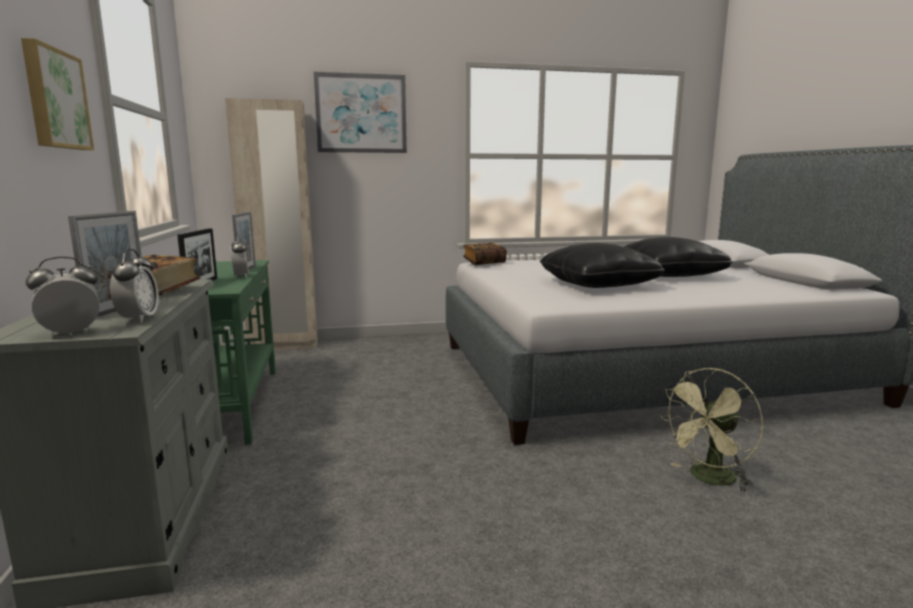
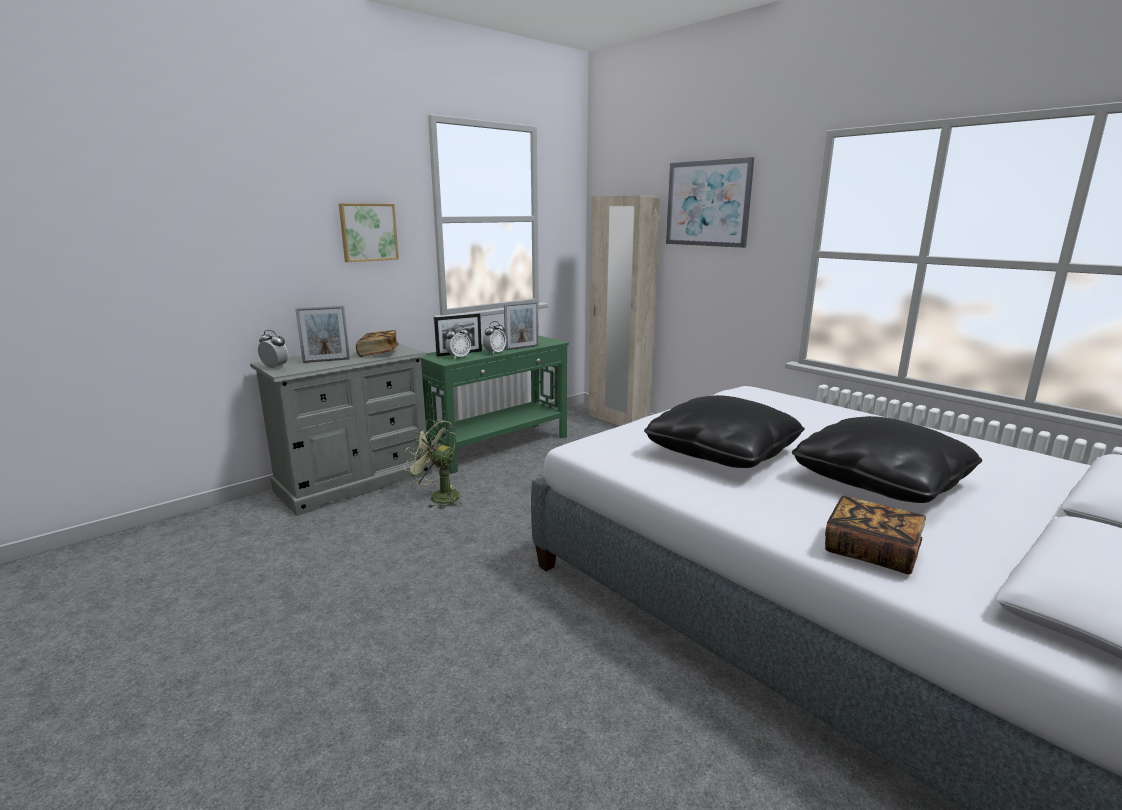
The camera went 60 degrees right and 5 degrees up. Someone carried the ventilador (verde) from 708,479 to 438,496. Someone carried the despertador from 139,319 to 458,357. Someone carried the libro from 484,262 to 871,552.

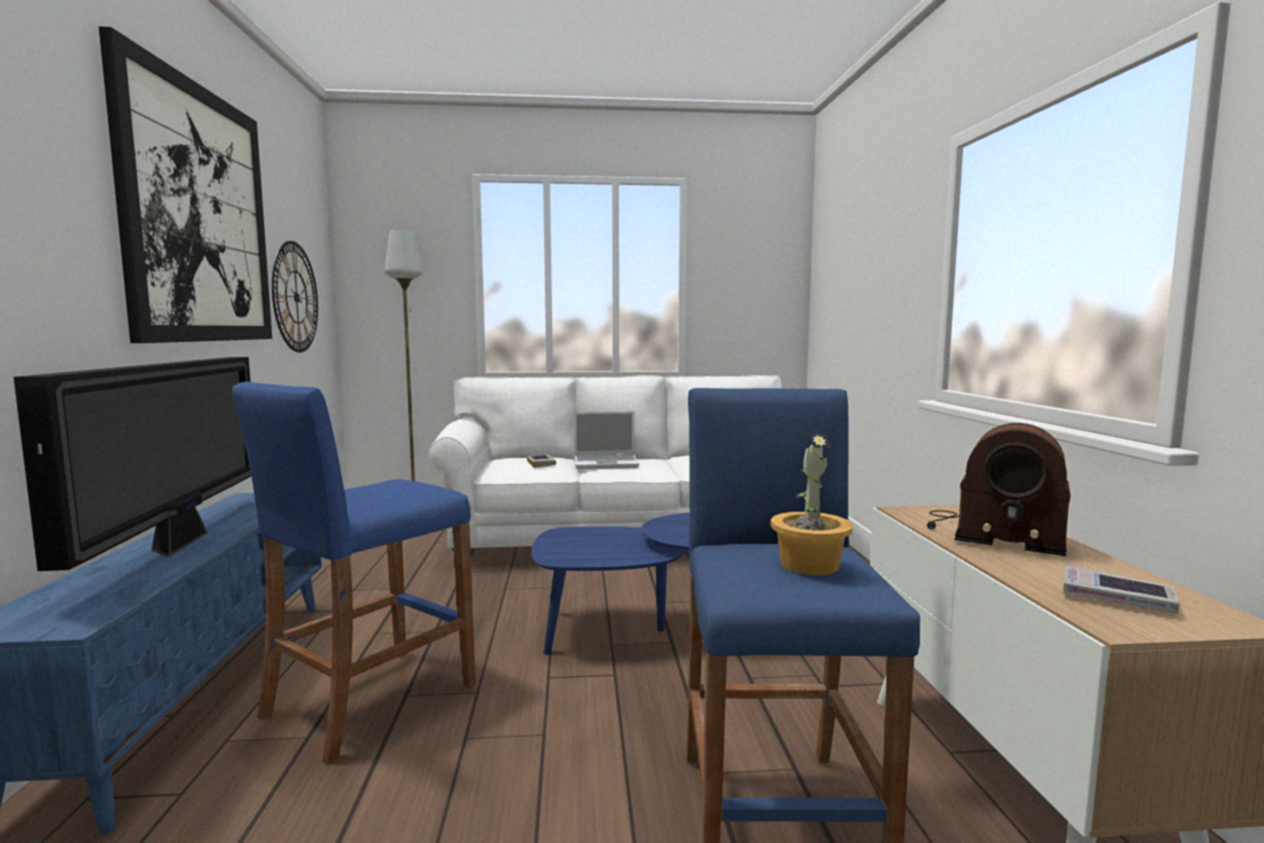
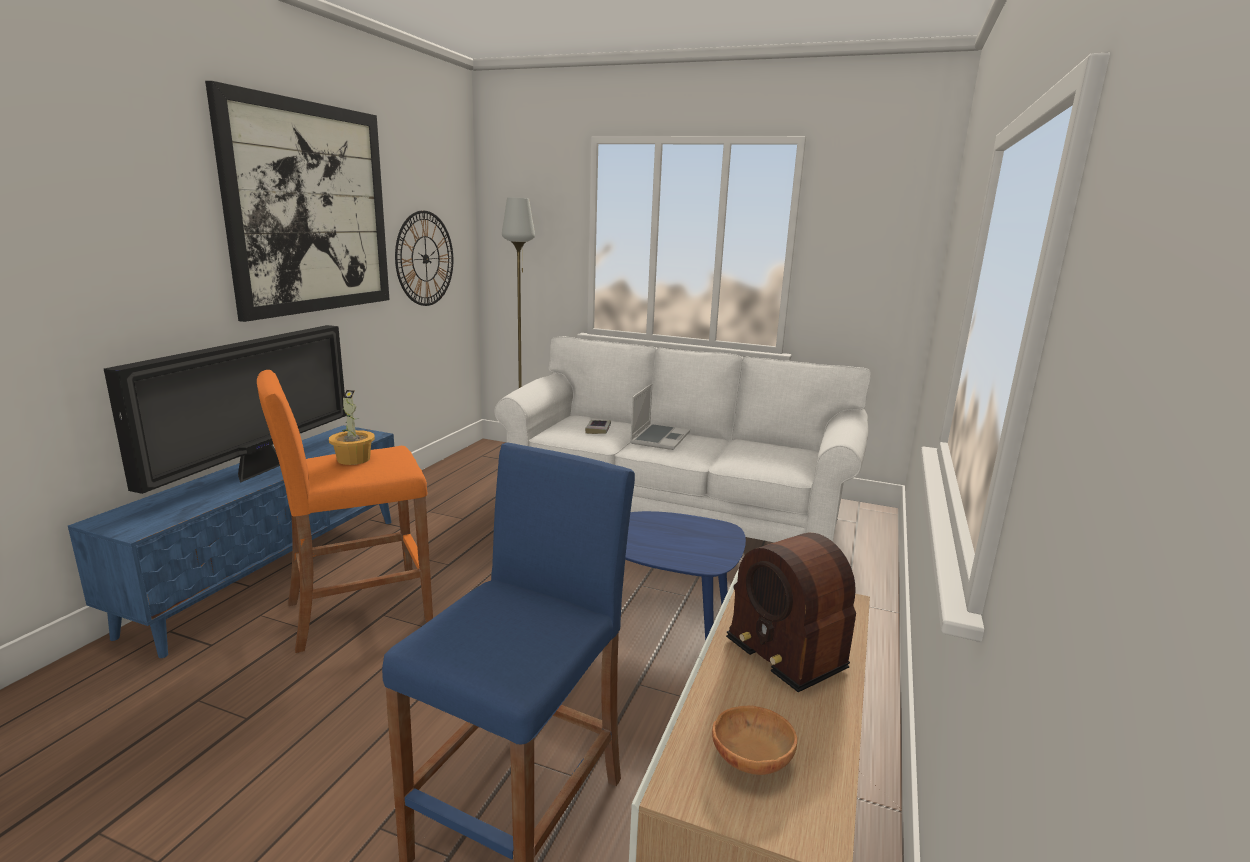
The camera went 25 degrees right and 10 degrees up. Someone repainted the taburete (azul) at 369,700, which became the taburete (naranja) at 358,611. Someone carried the planta en maceta from 809,564 to 354,459. Someone rotated the portátil at 606,463 by 90 degrees counterclockwise. Someone swapped the libro at 1116,598 for the cuenco (marrón) at 750,759.

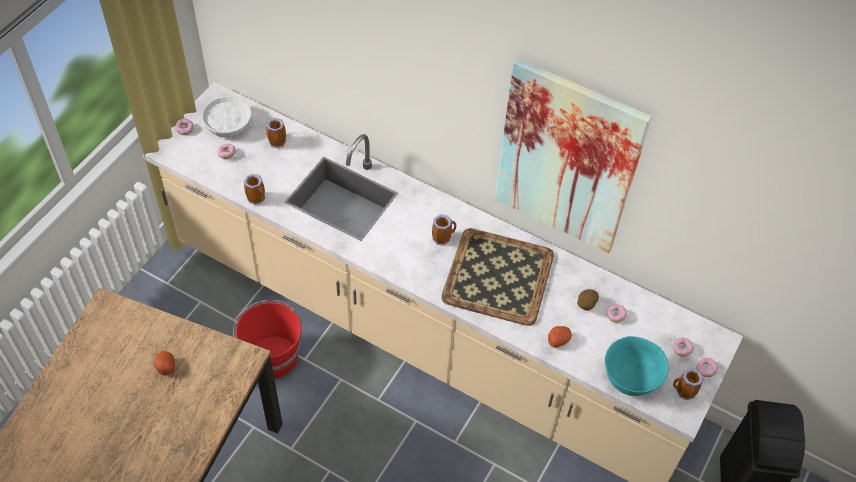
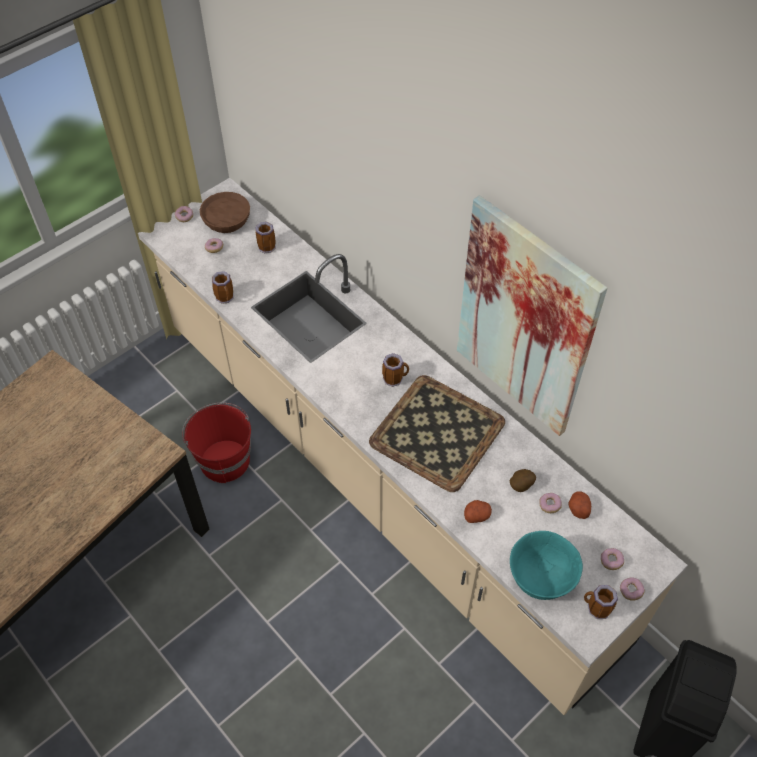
The camera went 20 degrees right and 0 degrees up. Someone repainted the cuenco (blanco) at 228,124, which became the cuenco (marrón) at 227,220. Someone carried the patata from 165,366 to 578,508.

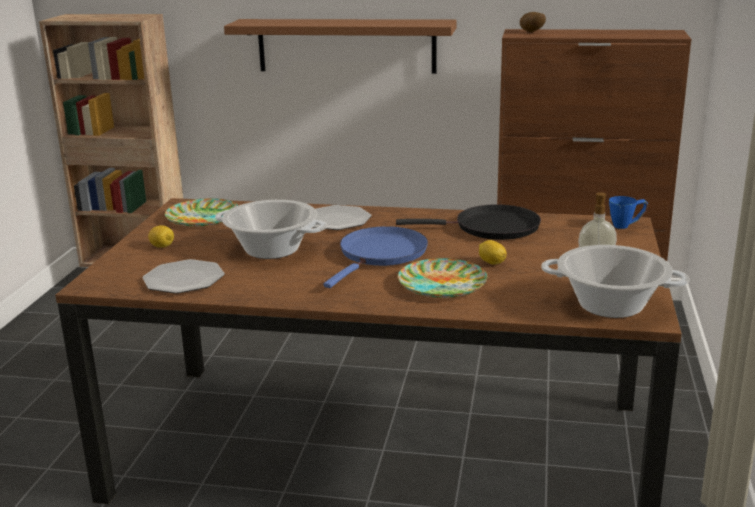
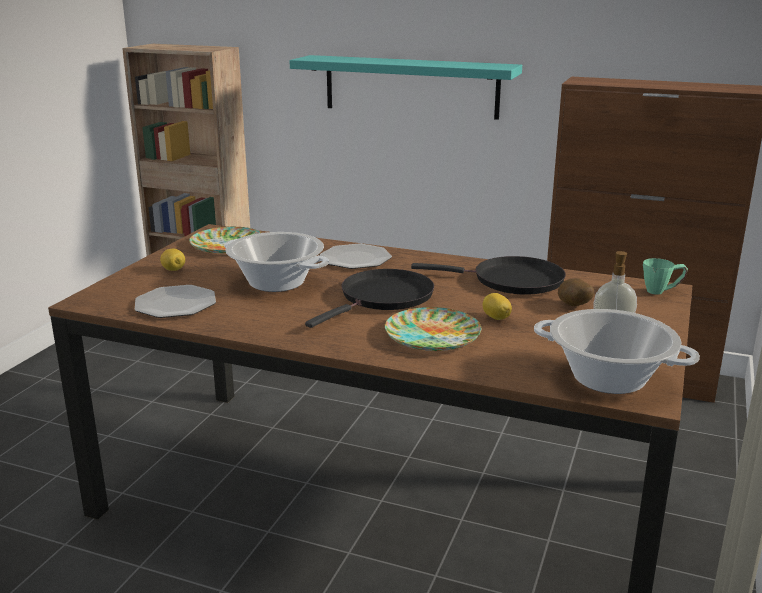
The camera went 10 degrees right and 0 degrees up. Someone repainted the estante (marrón) at 346,45, which became the estante (turquesa) at 410,86. Someone repainted the sartén (azul) at 381,254, which became the sartén (negro) at 383,298. Someone carried the patata from 531,32 to 573,306. Someone repainted the taza grande (azul) at 626,225, which became the taza grande (verde) at 662,291.

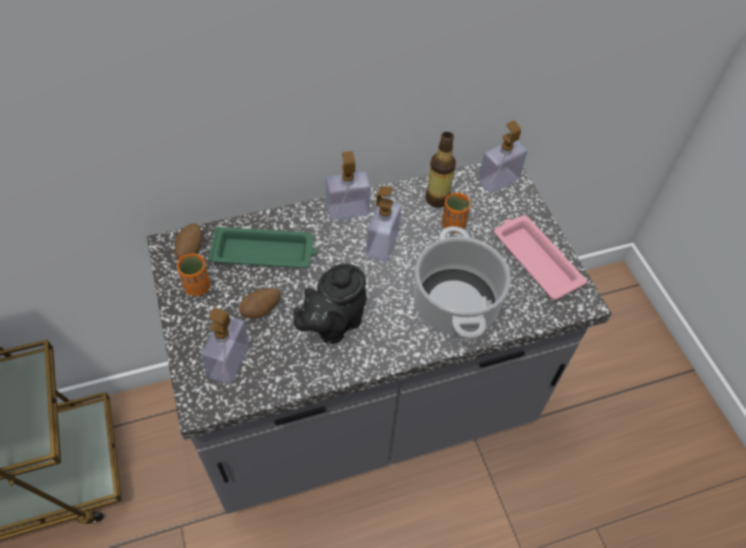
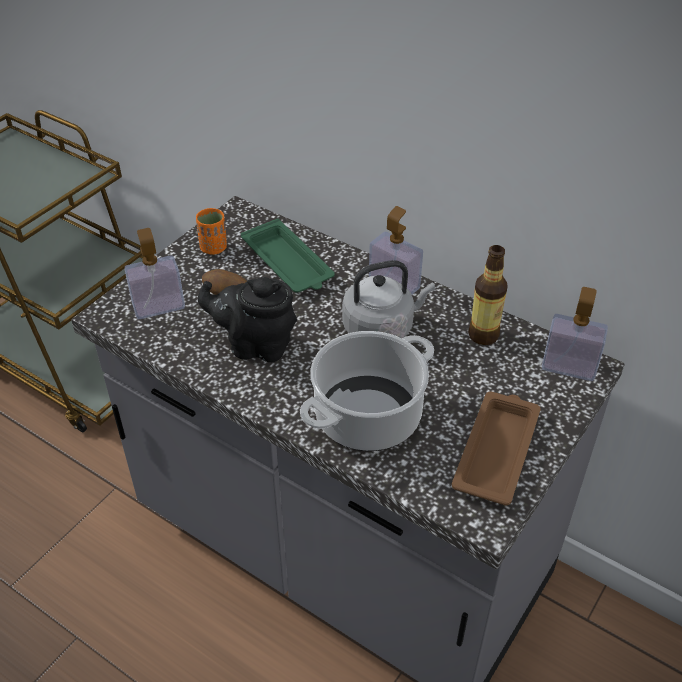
The camera went 55 degrees right and 10 degrees down. Someone swapped the dispensador de jabón at 382,244 for the hervidor (gris) at 381,328. Someone repainted the bandeja (rosa) at 535,259, which became the bandeja (marrón) at 497,450. Someone took away the patata at 190,250. Someone took away the taza (naranja) at 453,225.

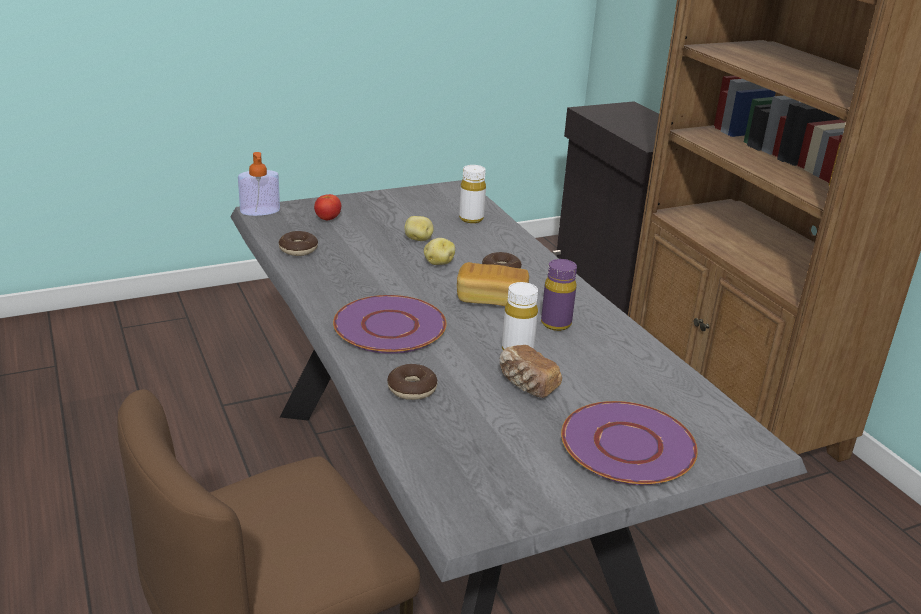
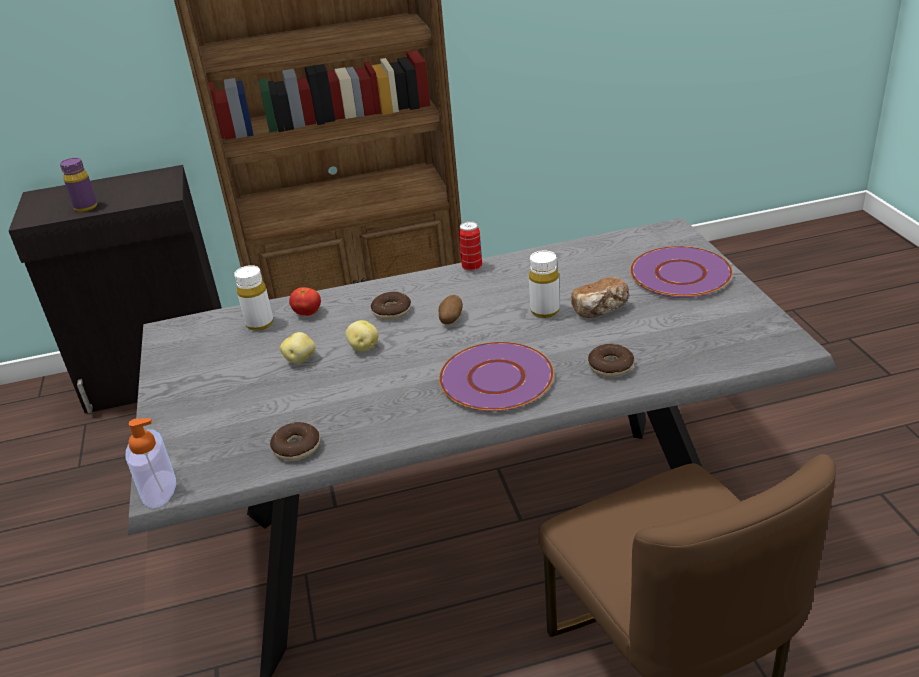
The camera went 75 degrees left and 5 degrees up. Someone carried the botella (morado) from 556,324 to 86,207. Someone carried the tomate from 328,219 to 307,313. Someone swapped the pan at 491,300 for the patata at 450,319. Someone put down the lata at 472,267.

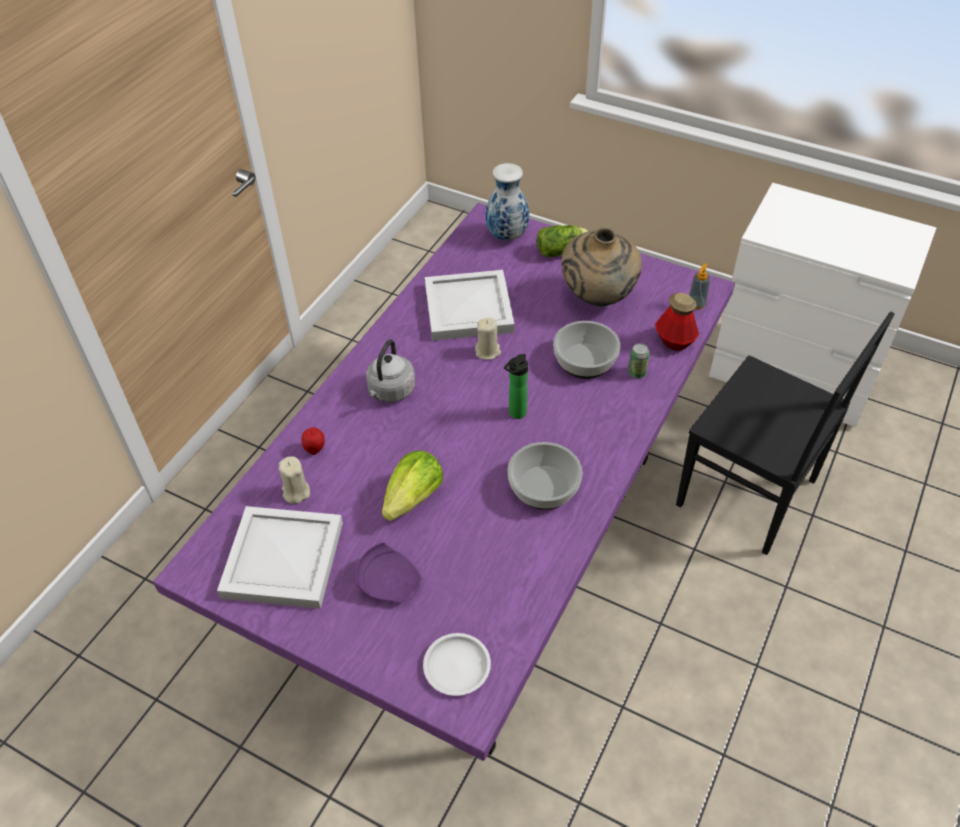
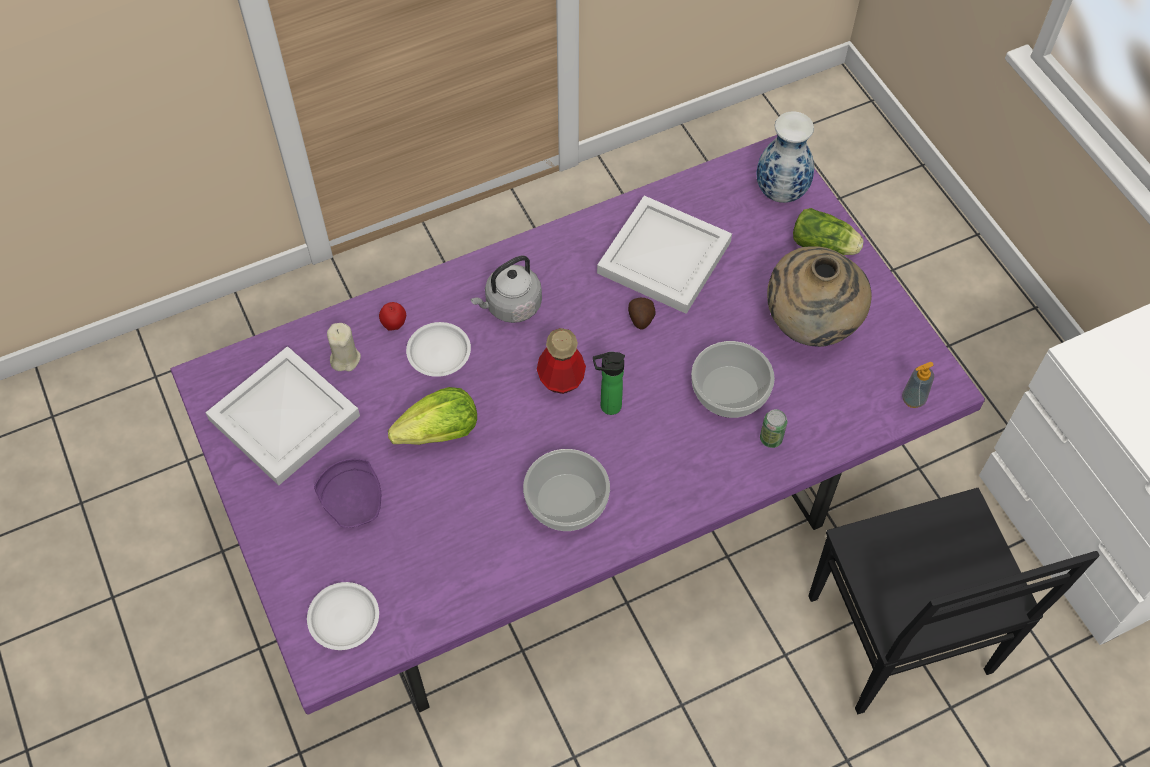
The camera went 35 degrees right and 10 degrees up. Someone put down the plato (blanco) at 439,352. Someone carried the botella from 674,341 to 561,379. Someone swapped the vela (beis) at 488,351 for the patata at 641,319.

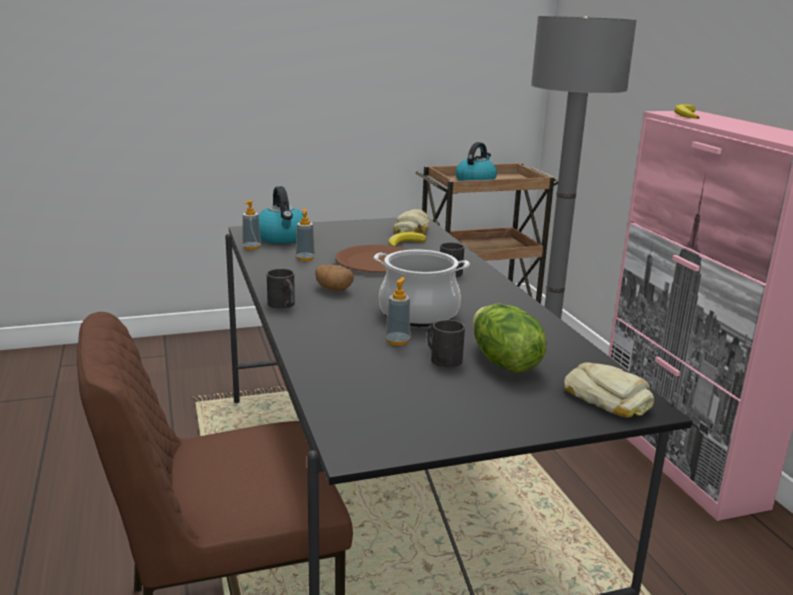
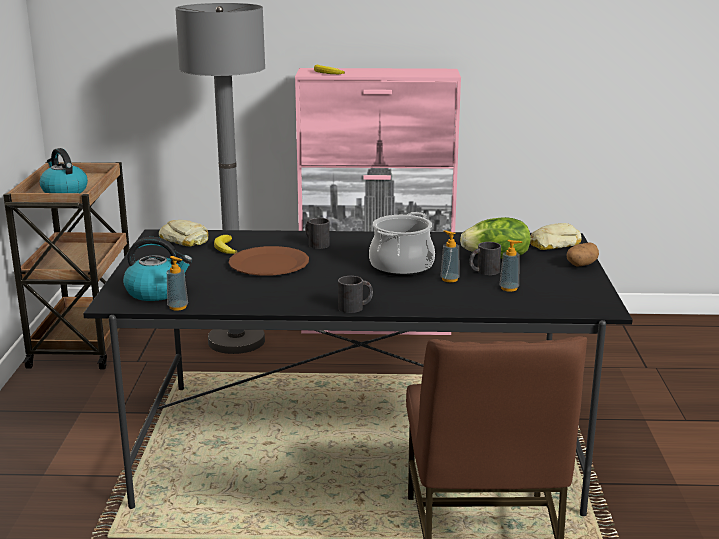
The camera went 70 degrees left and 0 degrees up. Someone carried the dispensador de jabón from 305,258 to 509,288. Someone carried the patata from 333,289 to 581,265.

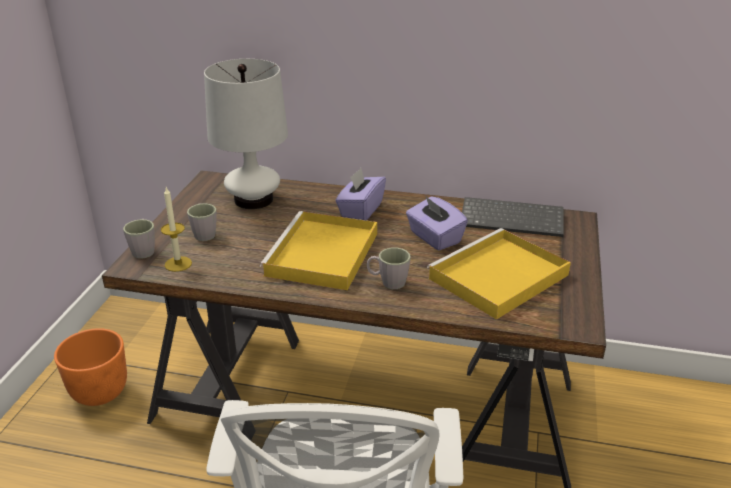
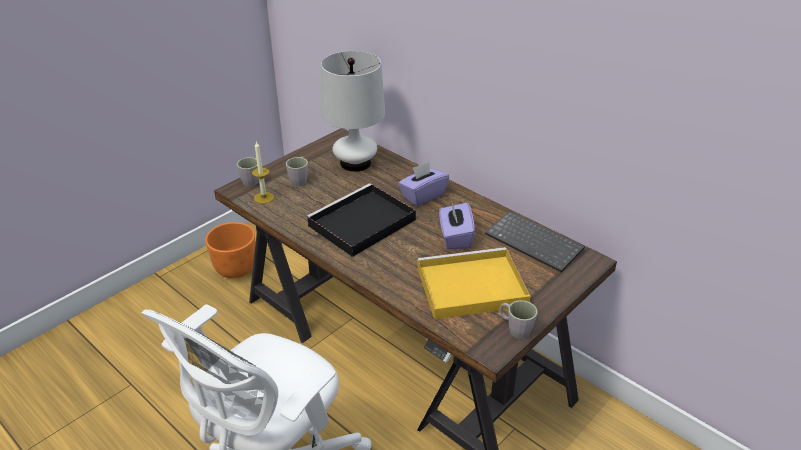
The camera went 30 degrees right and 5 degrees up. Someone repainted the bandeja (amarillo) at 322,255, which became the bandeja (negro) at 360,224. Someone carried the taza grande (gris) from 388,282 to 515,329.

